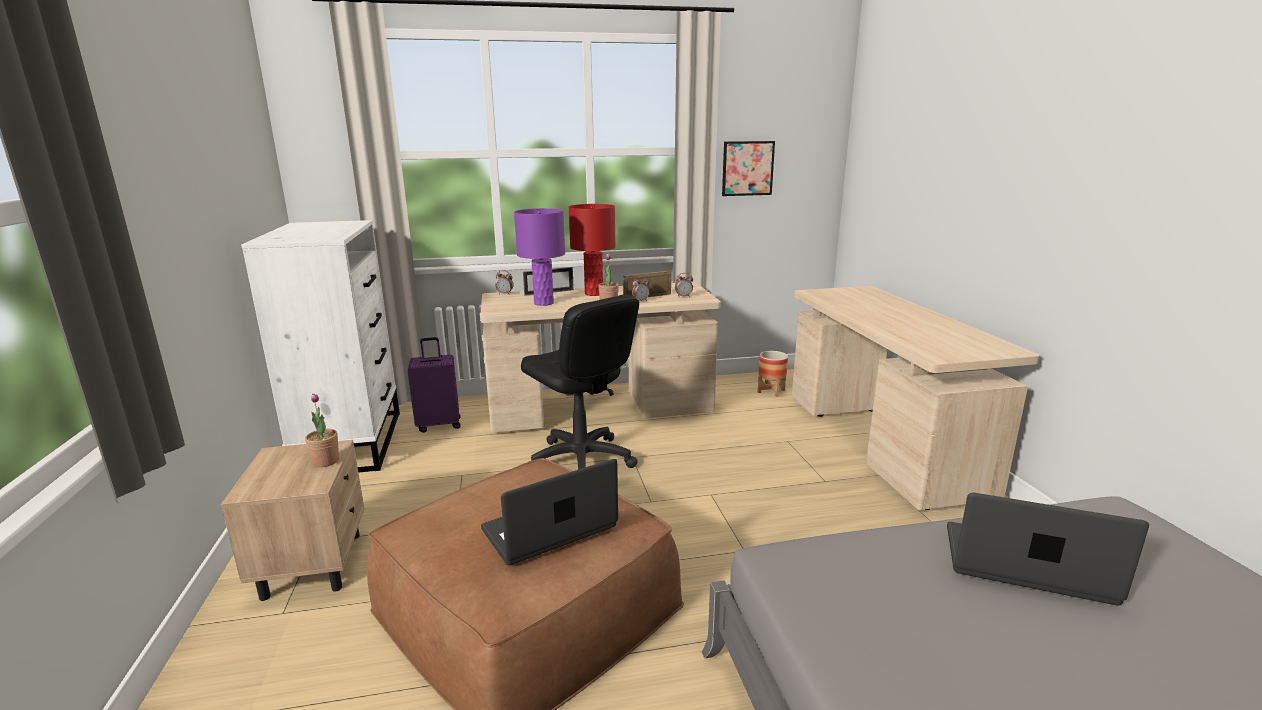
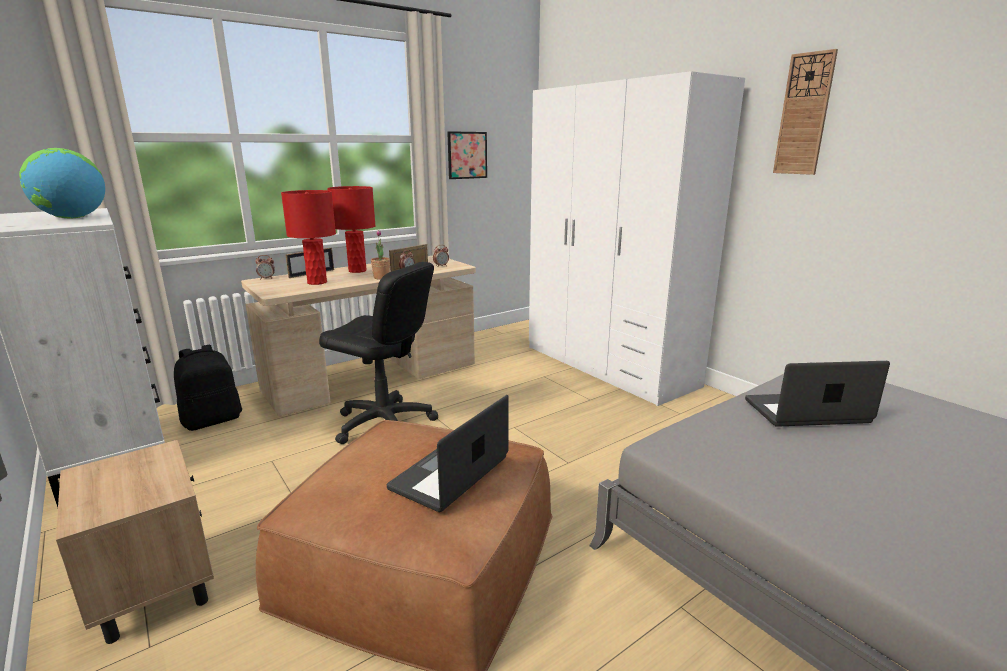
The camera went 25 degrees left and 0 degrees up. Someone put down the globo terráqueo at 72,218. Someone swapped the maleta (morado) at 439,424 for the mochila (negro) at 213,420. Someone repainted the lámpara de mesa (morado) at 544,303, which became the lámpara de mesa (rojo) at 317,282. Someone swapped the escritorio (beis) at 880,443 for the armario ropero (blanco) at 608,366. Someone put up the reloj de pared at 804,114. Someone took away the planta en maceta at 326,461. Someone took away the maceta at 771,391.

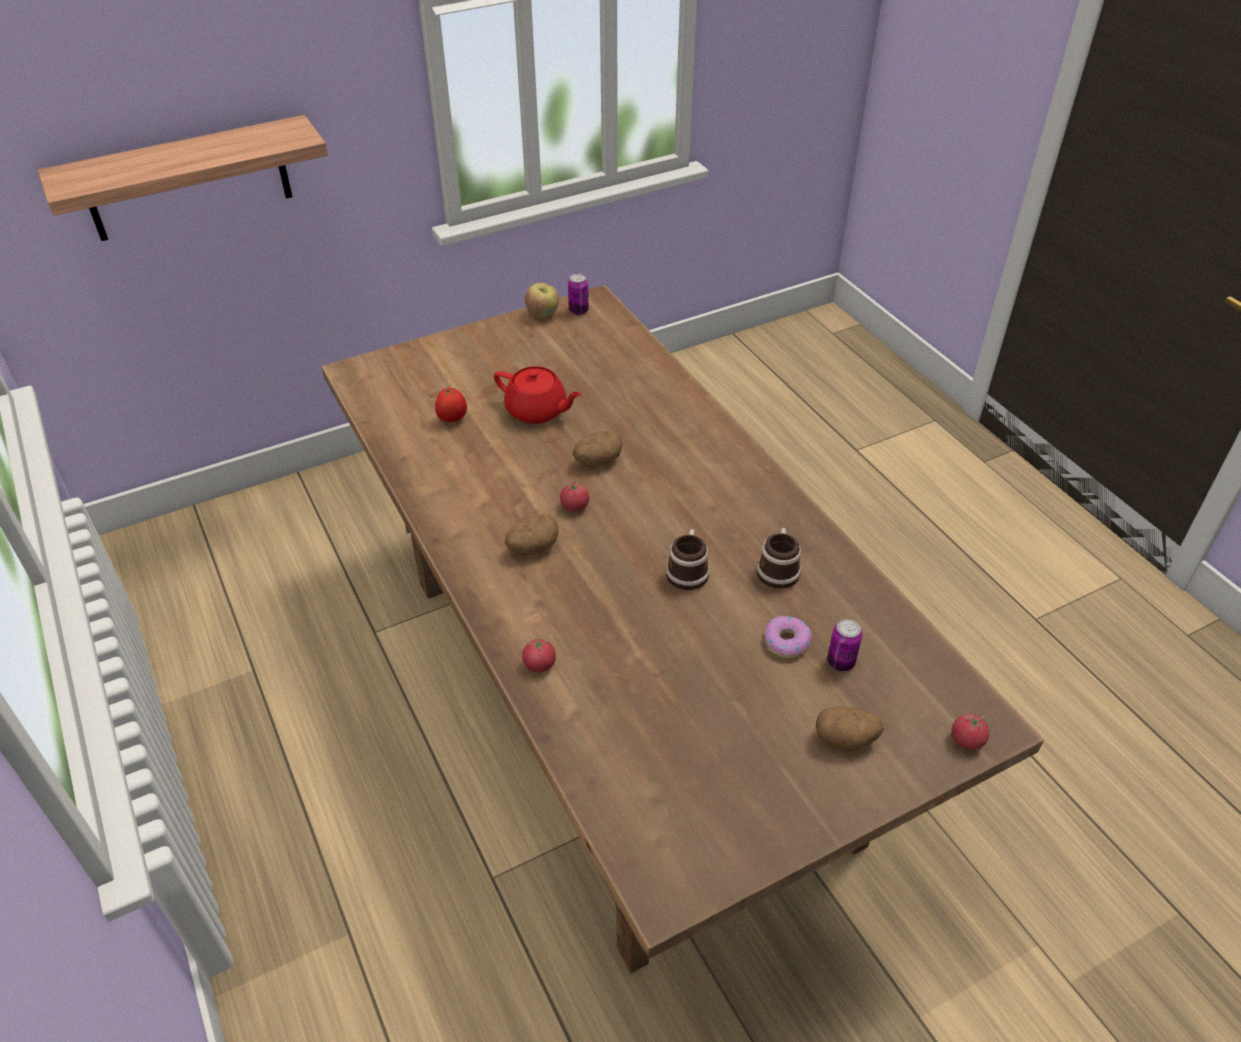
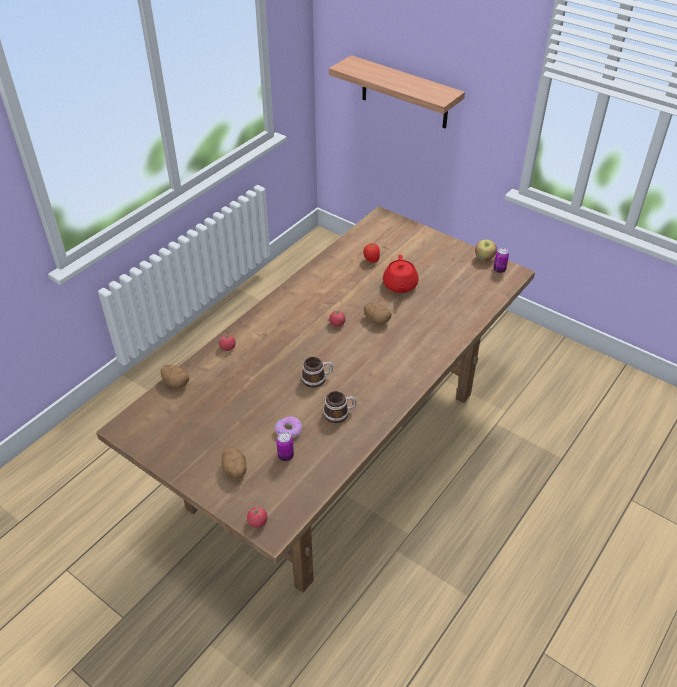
The camera went 65 degrees right and 0 degrees up. Someone carried the patata from 532,548 to 176,383.

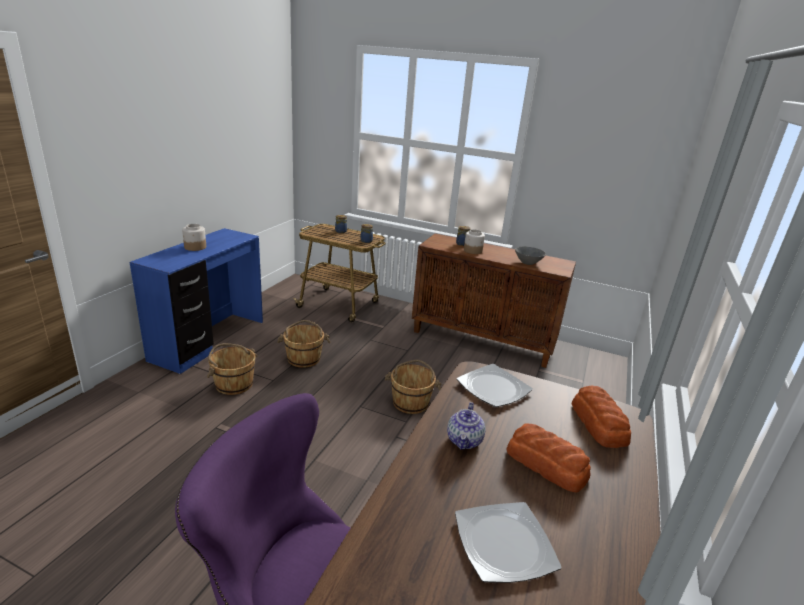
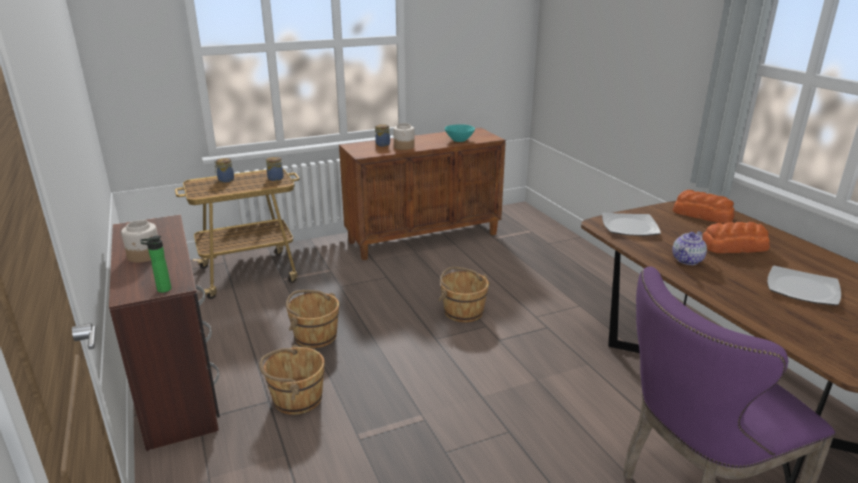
The camera went 45 degrees left and 0 degrees up. Someone repainted the escritorio (azul) at 210,340, which became the escritorio (marrón) at 179,383. Someone put down the botella at 161,290. Someone repainted the cuenco (gris) at 528,263, which became the cuenco (turquesa) at 460,140. Someone rotated the tetera at 464,441 by 75 degrees clockwise.

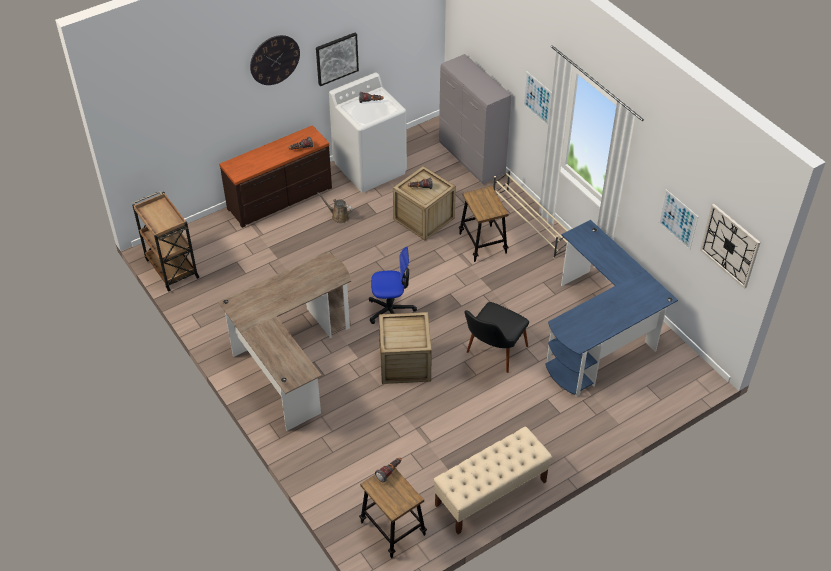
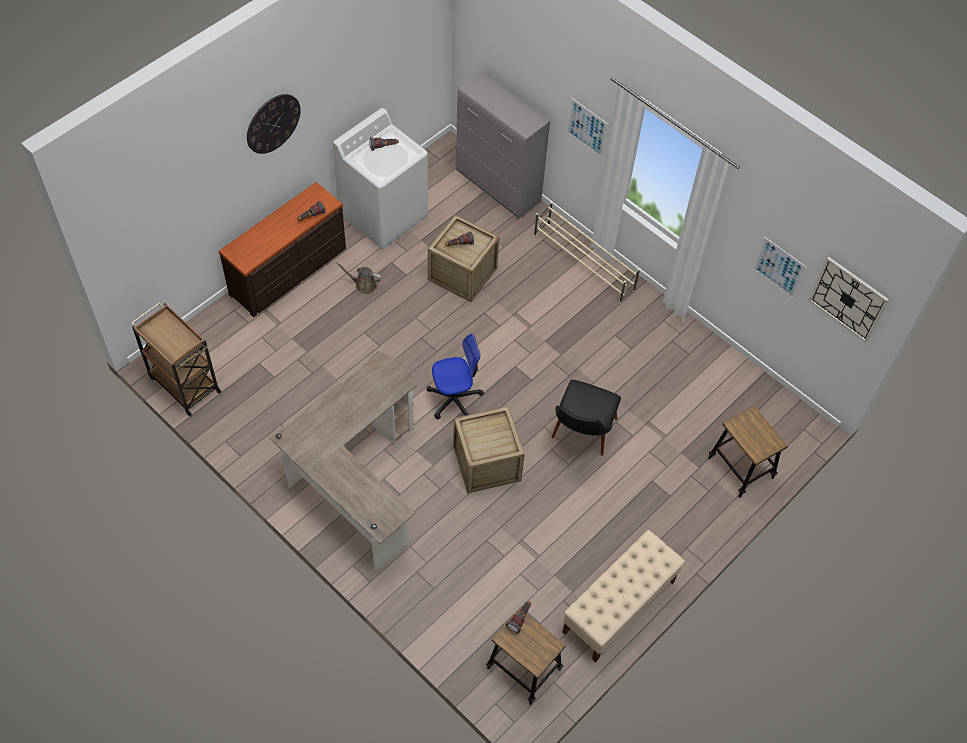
The camera went 15 degrees left and 10 degrees up. Someone carried the taburete from 483,243 to 740,468. Someone took away the cuadro at 336,58. Someone took away the escritorio (azul) at 600,335.

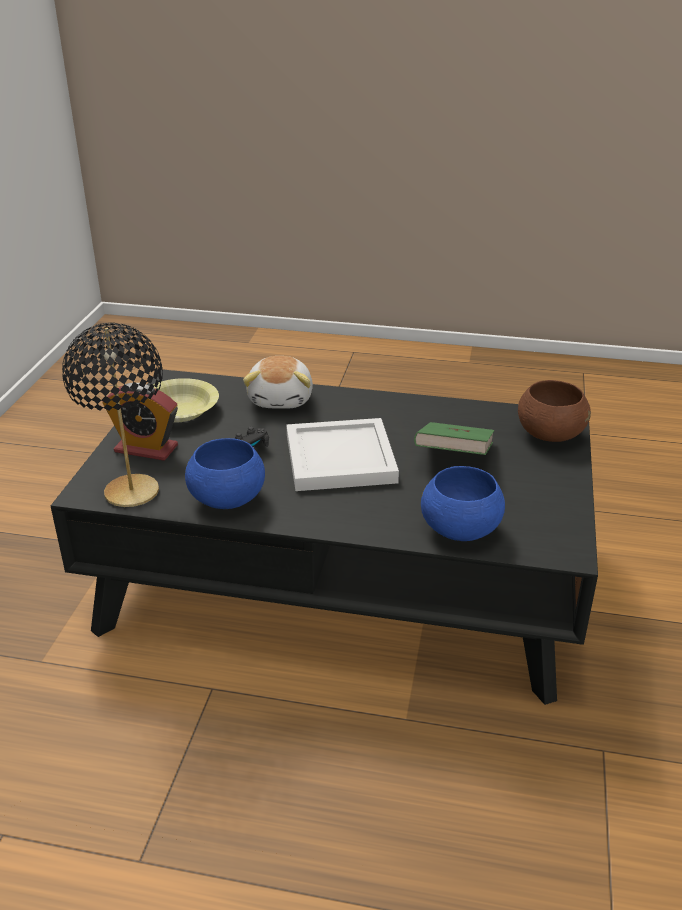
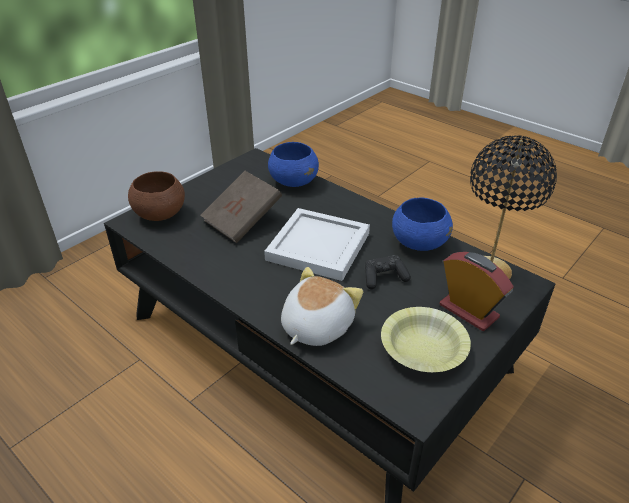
The camera went 150 degrees left and 5 degrees up. Someone repainted the libro (verde) at 453,457, which became the libro (marrón) at 242,221.

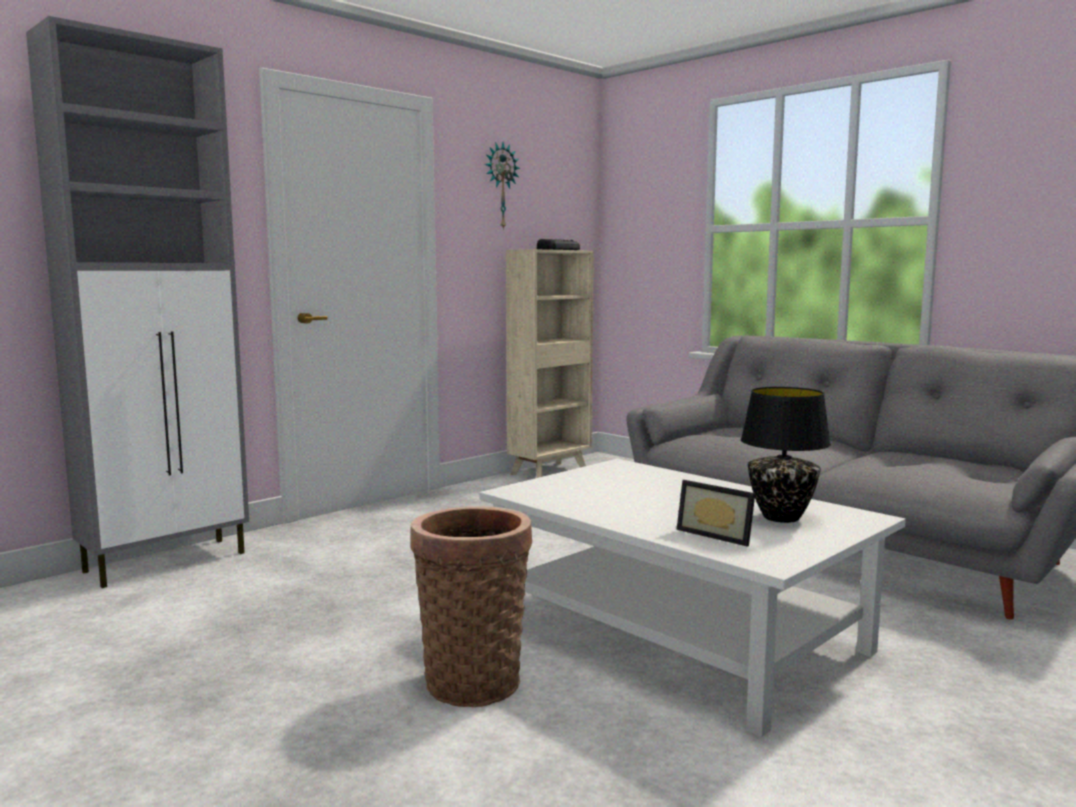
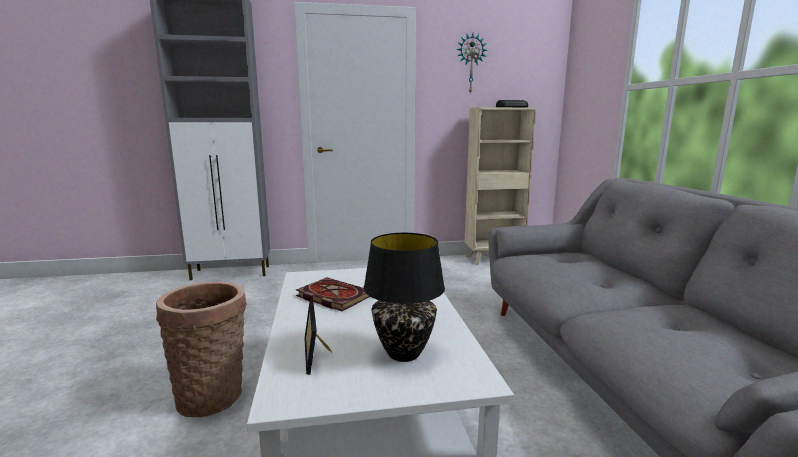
The camera went 35 degrees right and 5 degrees up. Someone put down the libro at 331,296.

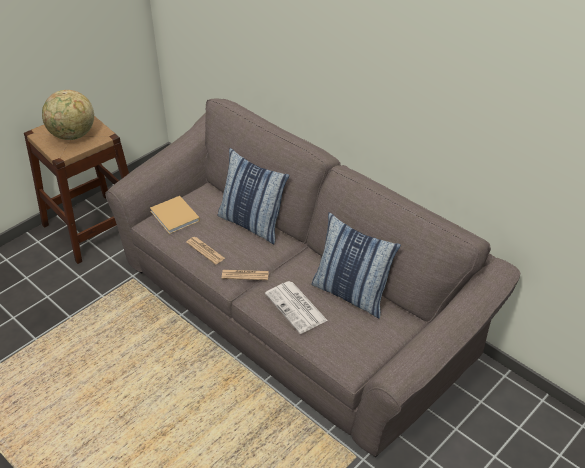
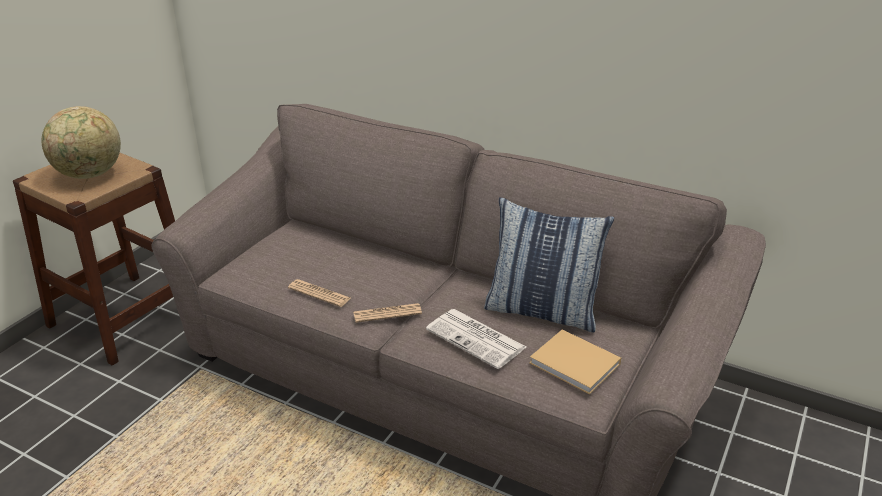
The camera went 15 degrees left and 10 degrees down. Someone carried the libro (beis) from 175,217 to 577,365. Someone took away the cojín at 252,224.

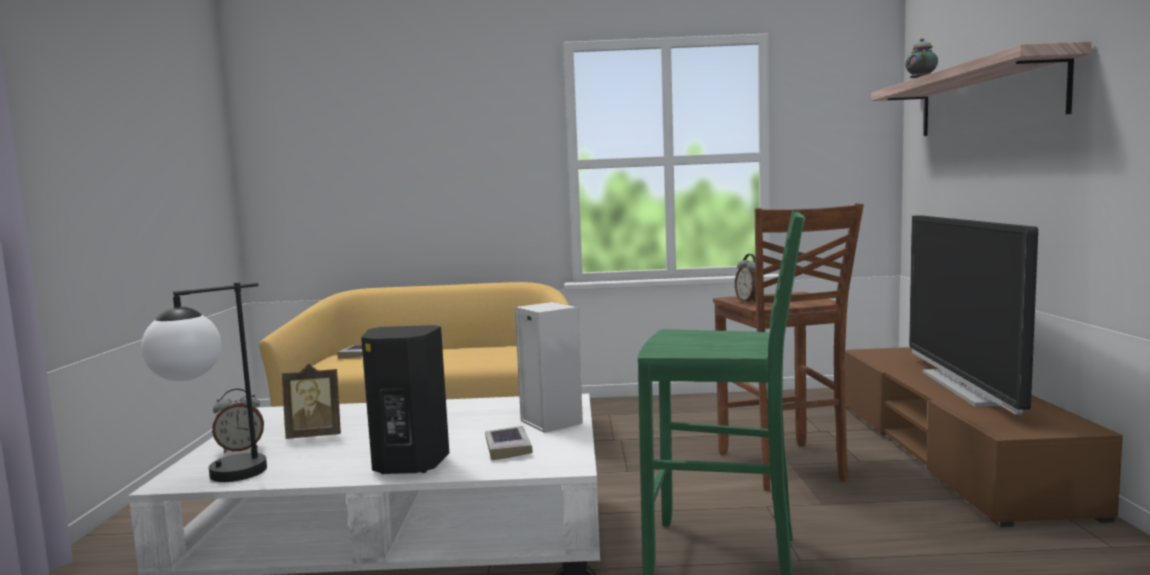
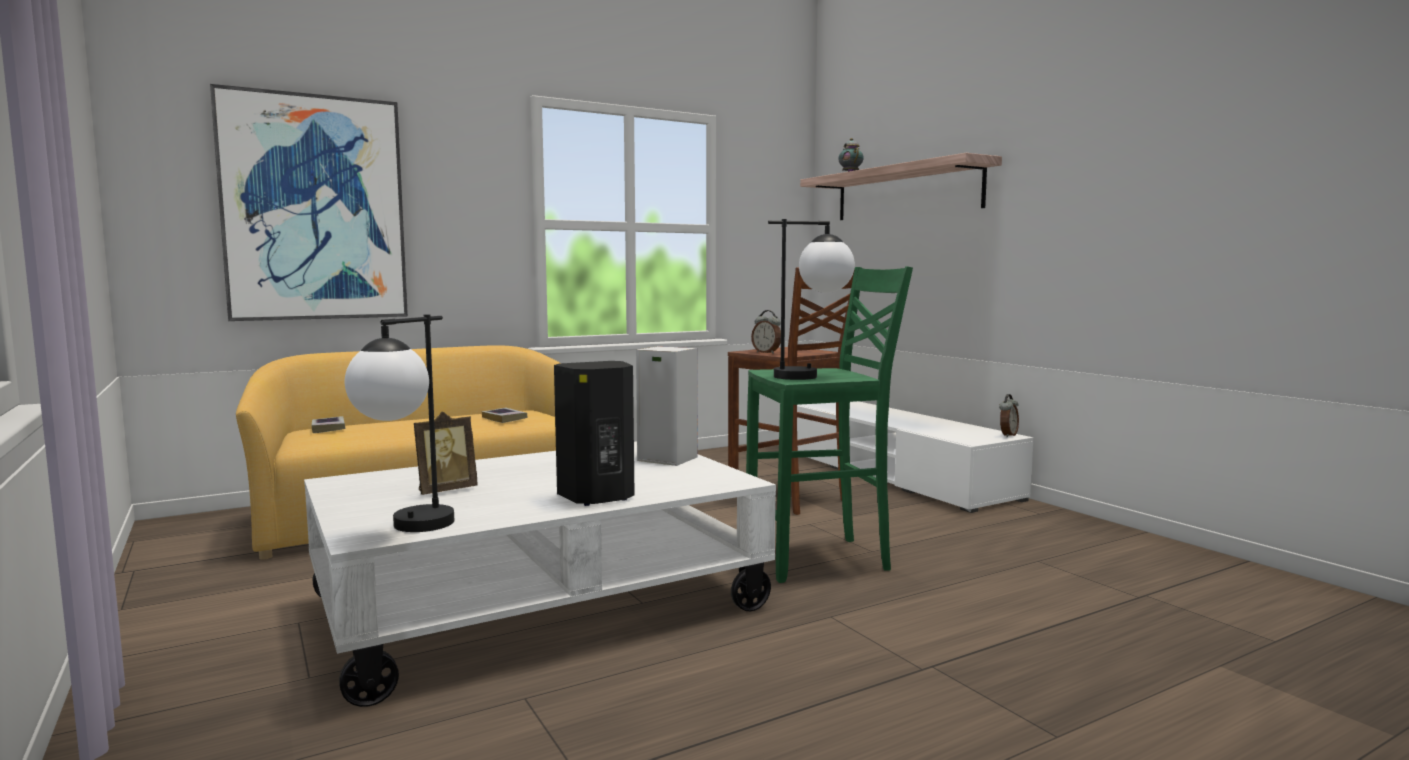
The camera went 30 degrees left and 0 degrees up. Someone put up the cuadro at 314,209. Someone carried the libro from 508,448 to 504,419. Someone put down the lámpara de mesa at 812,376. Someone repainted the mueble de televisión (marrón) at 950,452, which became the mueble de televisión (blanco) at 894,475. Someone carried the despertador from 241,449 to 1007,435. Someone took away the televisor at 966,388.

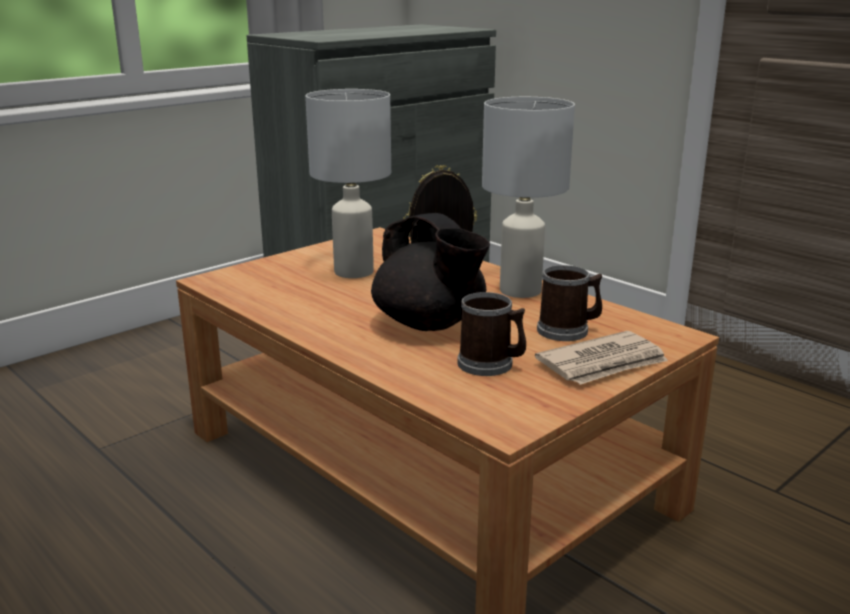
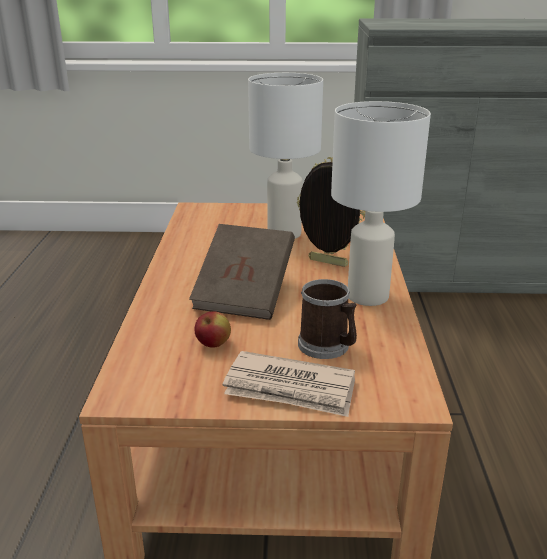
The camera went 45 degrees right and 5 degrees up. Someone swapped the tetera (negro) at 430,324 for the libro (marrón) at 245,294. Someone swapped the taza grande at 491,364 for the manzana at 213,344.

